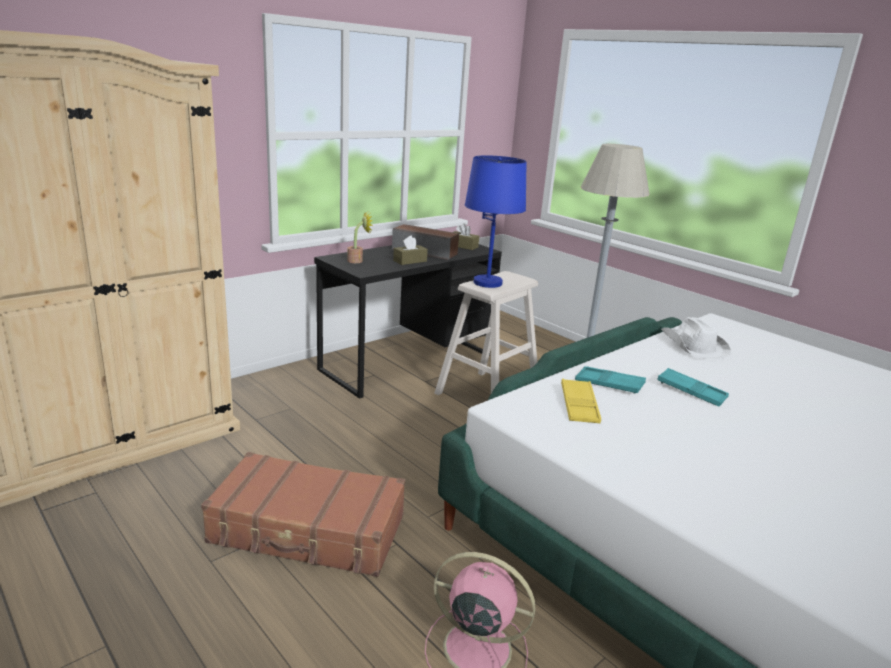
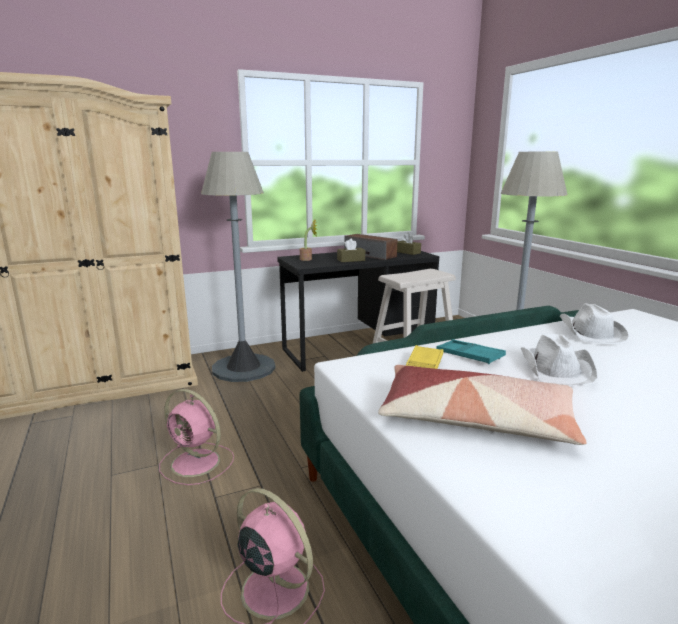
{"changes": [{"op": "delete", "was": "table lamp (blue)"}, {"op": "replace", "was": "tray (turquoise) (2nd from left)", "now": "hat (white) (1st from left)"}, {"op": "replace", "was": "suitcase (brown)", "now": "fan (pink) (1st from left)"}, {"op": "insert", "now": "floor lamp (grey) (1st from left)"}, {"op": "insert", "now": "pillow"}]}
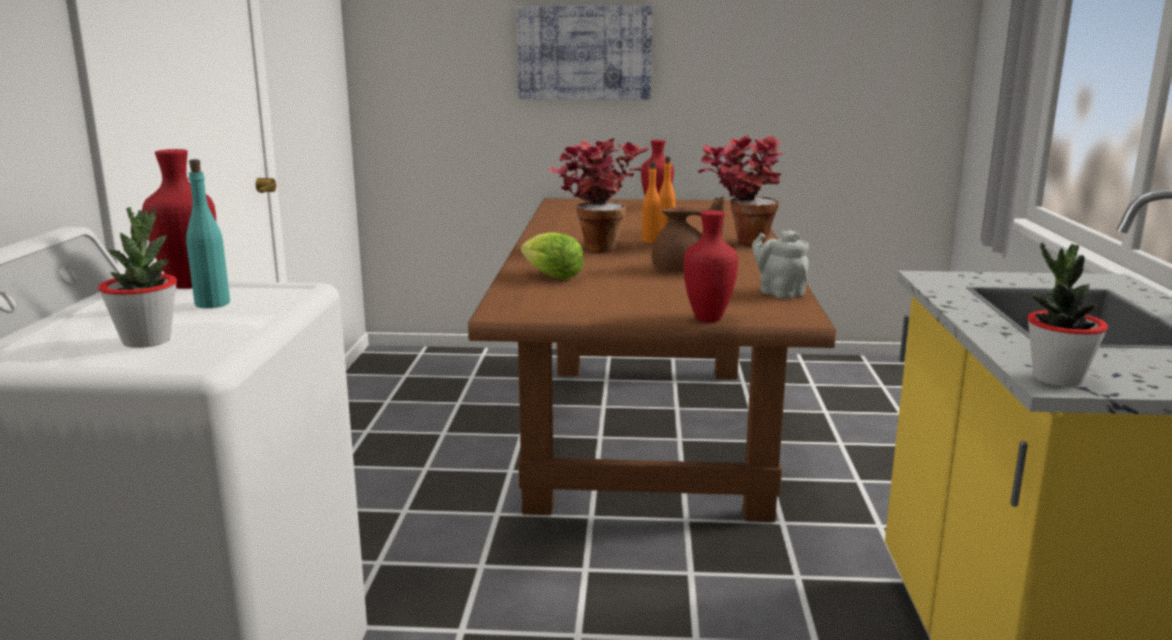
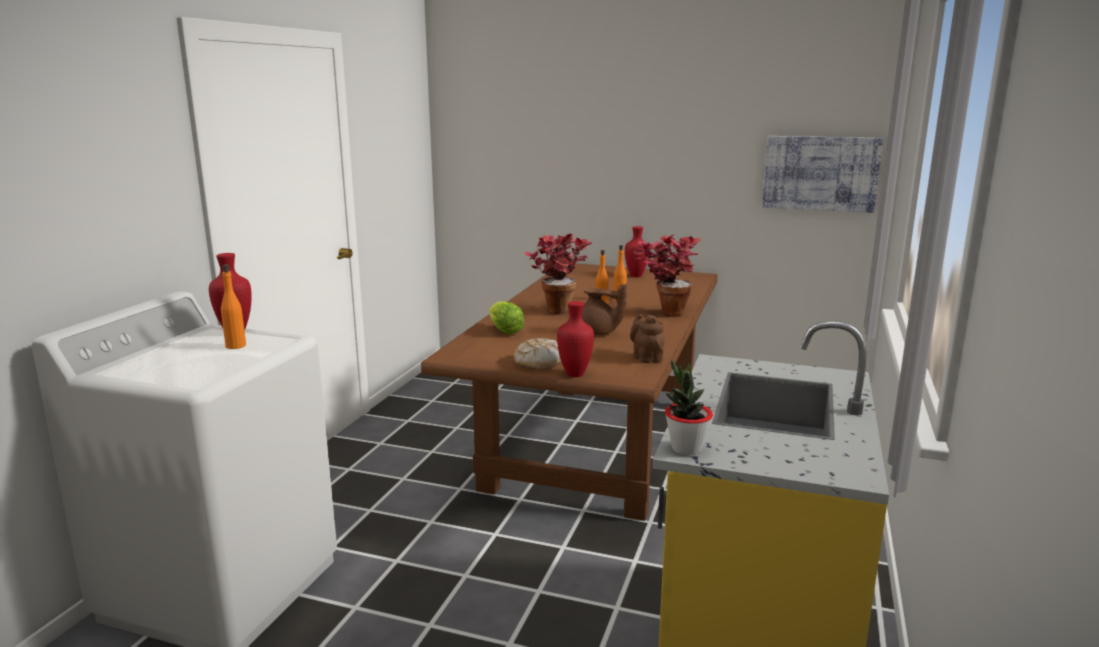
{"changes": [{"op": "move", "was": "picture"}, {"op": "recolor", "was": "bottle (turquoise)", "now": "bottle (orange) (1st from left)"}, {"op": "delete", "was": "potted plant (1st from left)"}, {"op": "recolor", "was": "teapot (grey)", "now": "teapot (brown) (2nd from left)"}, {"op": "insert", "now": "bread"}]}
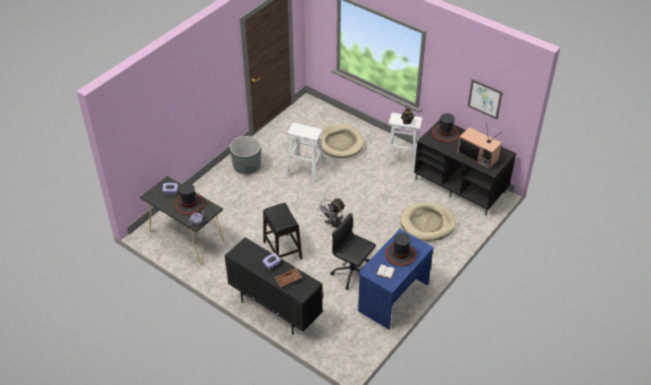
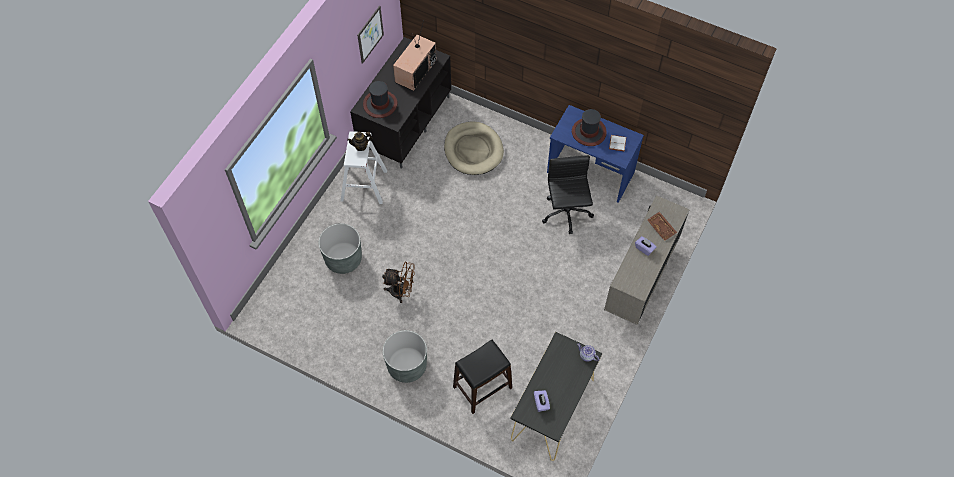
{"changes": [{"op": "replace", "was": "stool (white) (1st from left)", "now": "fan (brown)"}, {"op": "replace", "was": "dog bed (beige) (1st from left)", "now": "planter (grey) (1st from left)"}, {"op": "delete", "was": "hat (1st from left)"}, {"op": "delete", "was": "fan (grey)"}, {"op": "move", "was": "stool (black)"}, {"op": "rotate", "was": "office chair (black)", "clockwise": 150}, {"op": "recolor", "was": "cabinet (black)", "now": "cabinet (beige)"}]}
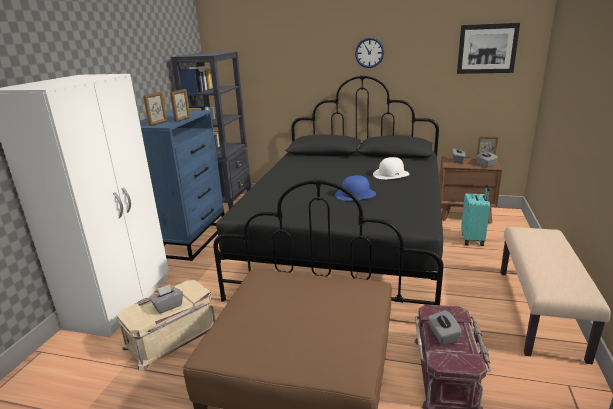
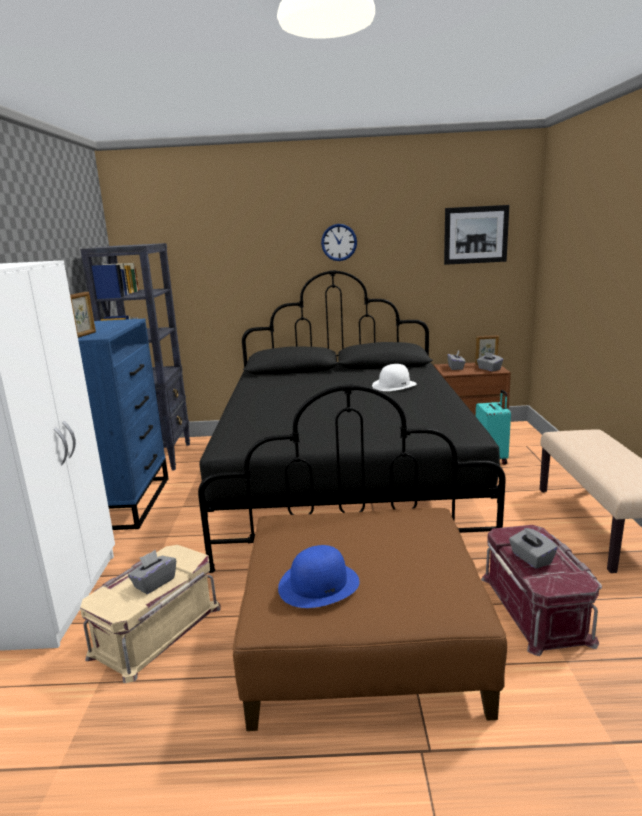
{"changes": [{"op": "delete", "was": "picture frame (2nd from left)"}, {"op": "move", "was": "hat (blue)"}]}
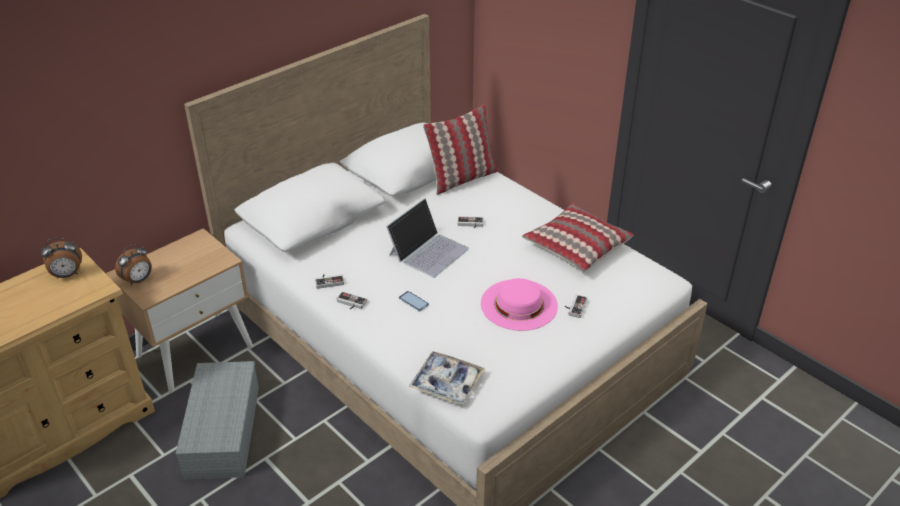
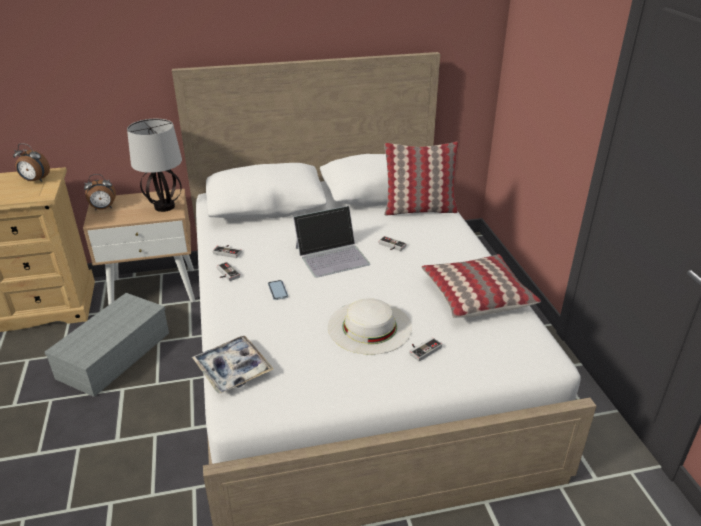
{"changes": [{"op": "recolor", "was": "hat (pink)", "now": "hat (white)"}, {"op": "insert", "now": "table lamp"}]}
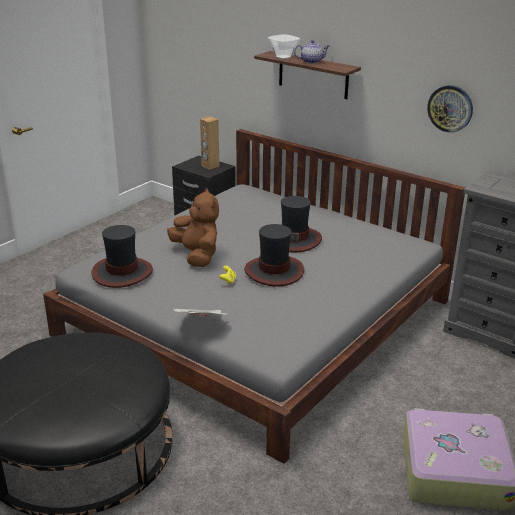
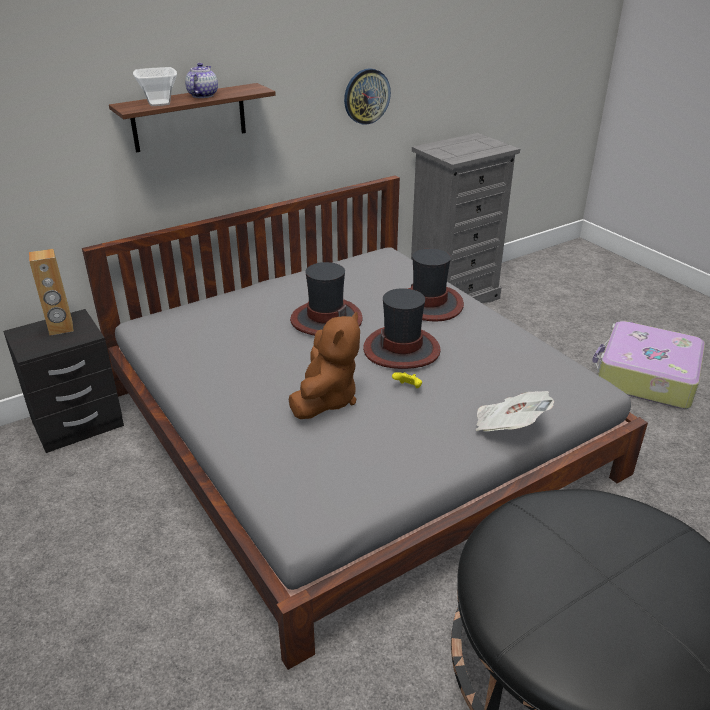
{"changes": [{"op": "rotate", "was": "plush toy (brown)", "clockwise": 120}, {"op": "move", "was": "hat (1st from left in the first image)", "now": "hat (3rd from left)"}]}
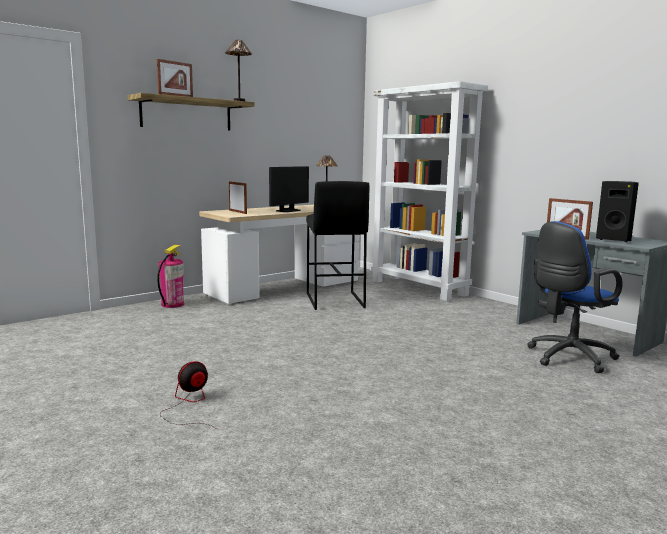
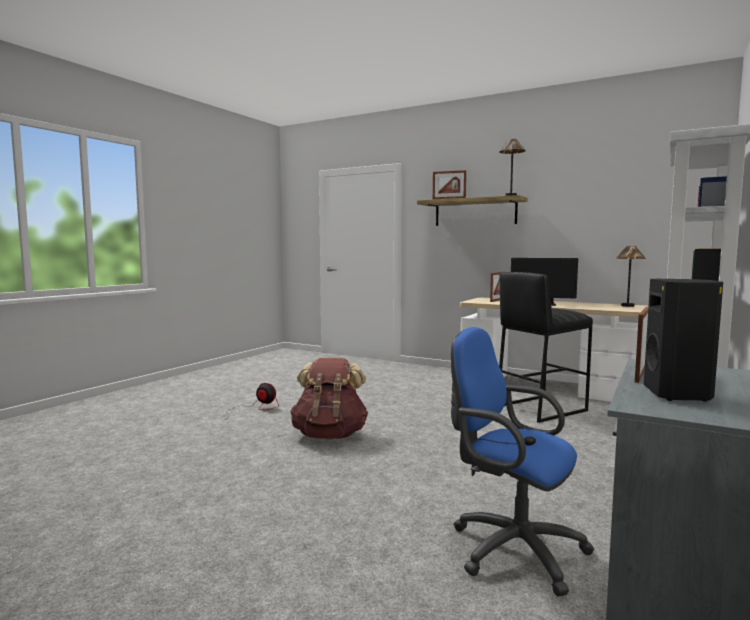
{"changes": [{"op": "delete", "was": "fire extinguisher"}, {"op": "insert", "now": "backpack (brown)"}]}
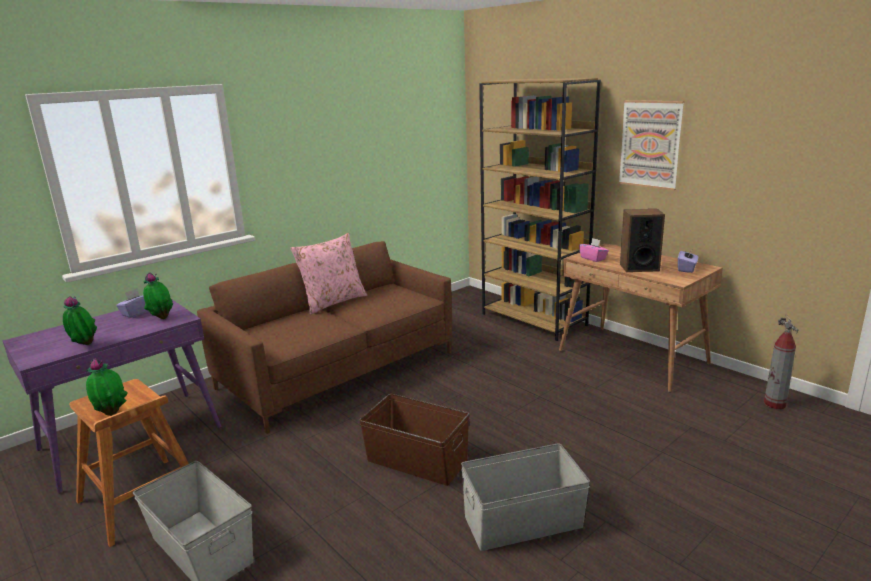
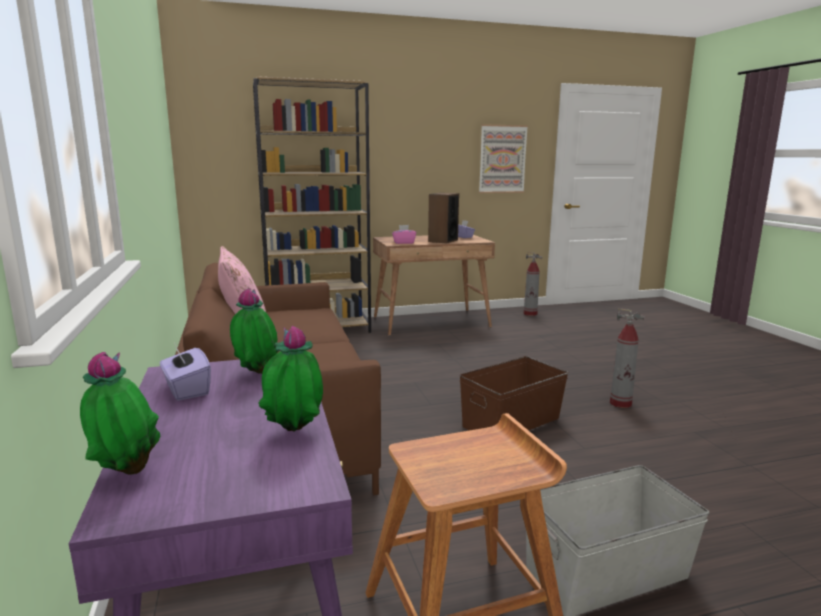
{"changes": [{"op": "move", "was": "picture"}, {"op": "move", "was": "potted plant (2nd from left in the first image)", "now": "potted plant (1st from left)"}, {"op": "replace", "was": "storage box (grey) (2nd from left)", "now": "fire extinguisher (2nd from left)"}]}
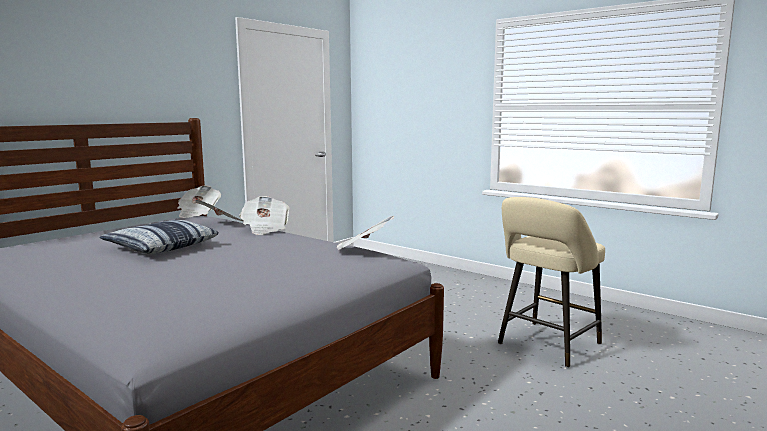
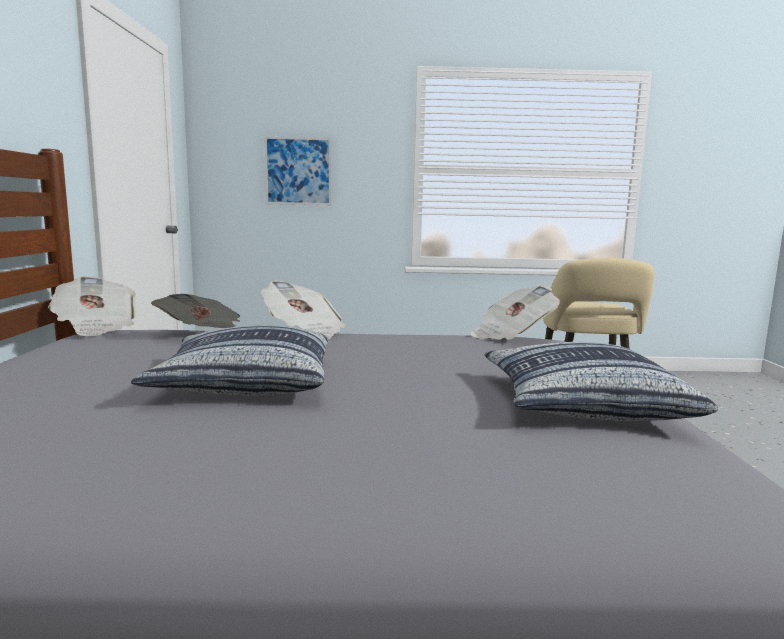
{"changes": [{"op": "insert", "now": "picture"}, {"op": "insert", "now": "pillow (2nd from left)"}]}
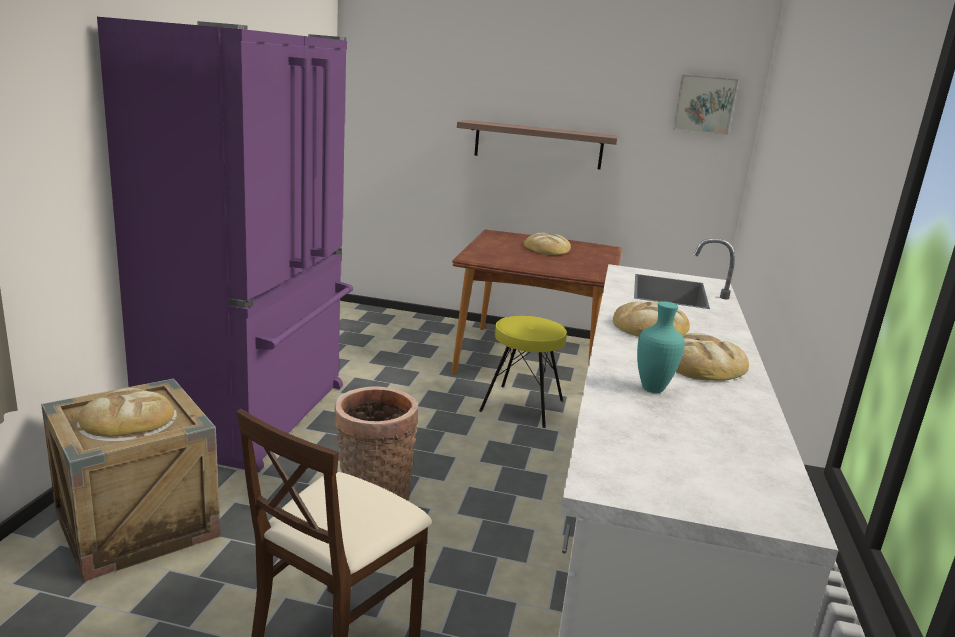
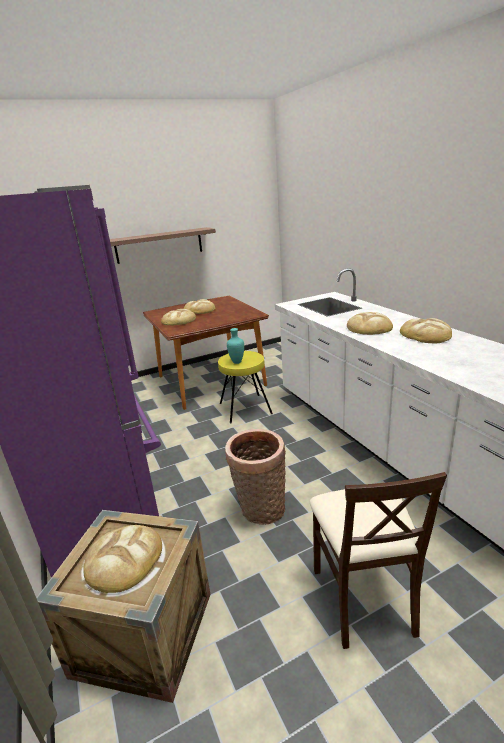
{"changes": [{"op": "delete", "was": "picture"}, {"op": "move", "was": "vase (turquoise)"}, {"op": "insert", "now": "bread (2nd from left)"}]}
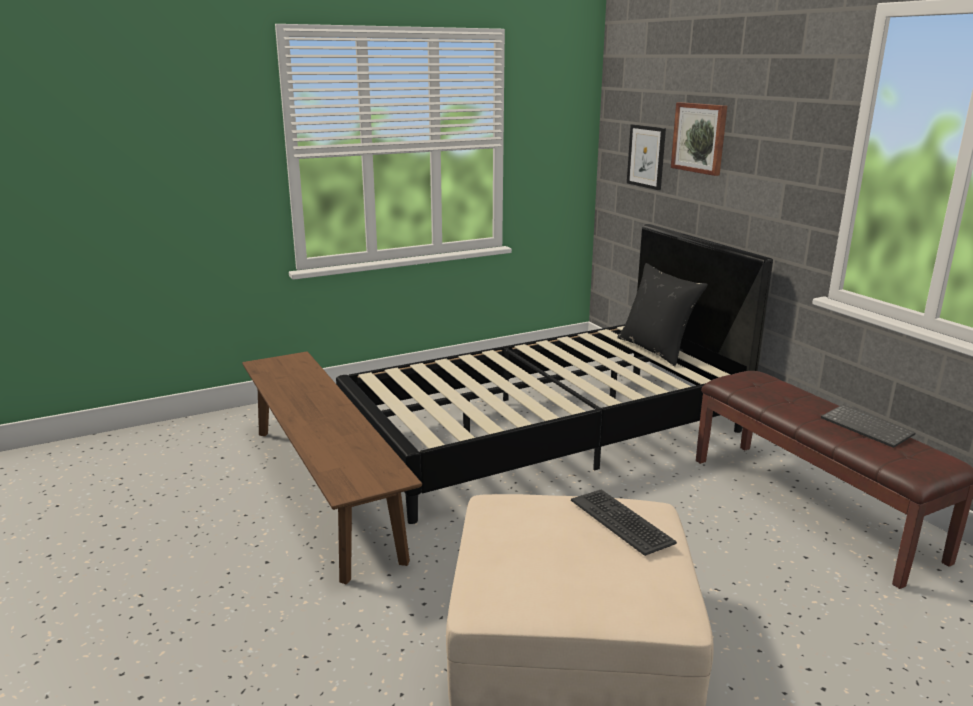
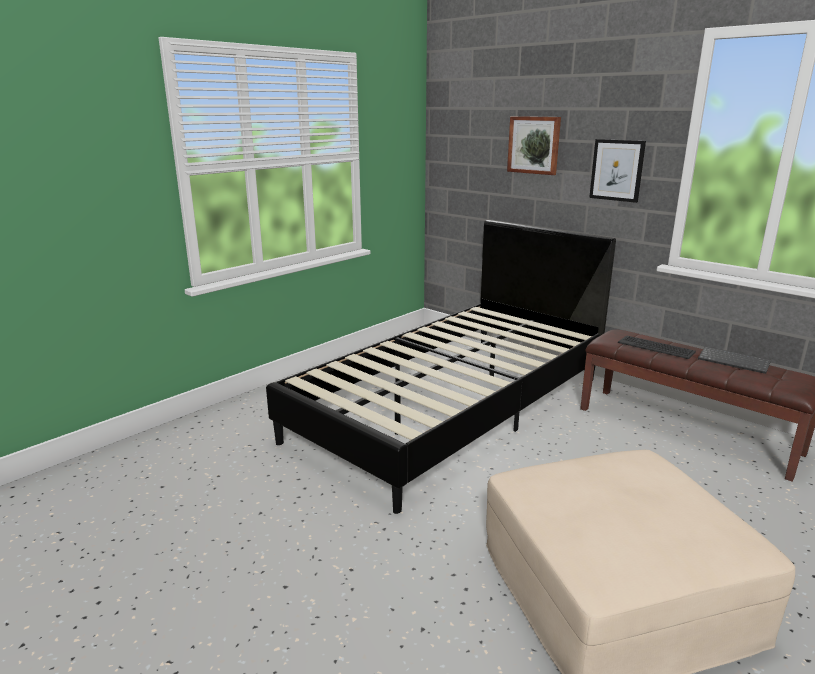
{"changes": [{"op": "move", "was": "picture (1st from left in the first image)", "now": "picture (2nd from left)"}, {"op": "delete", "was": "pillow (black)"}, {"op": "delete", "was": "bench (brown) (1st from left)"}, {"op": "move", "was": "keyboard (1st from left)"}]}
